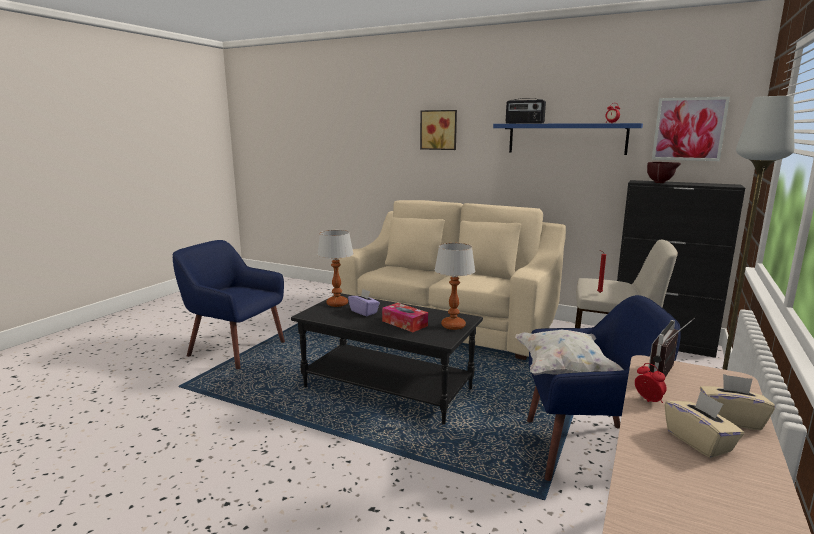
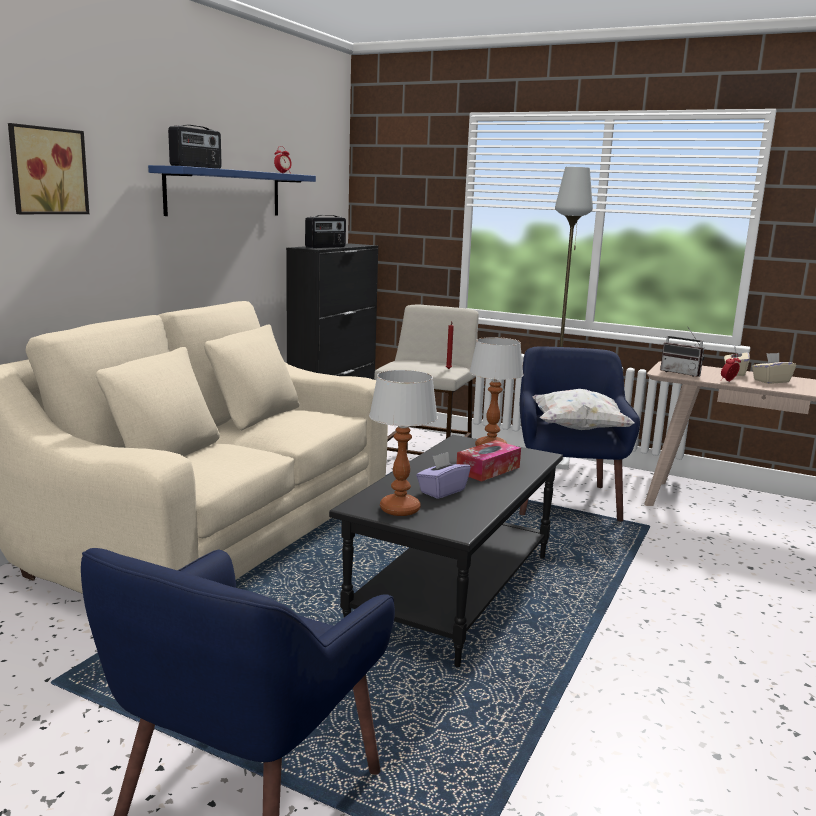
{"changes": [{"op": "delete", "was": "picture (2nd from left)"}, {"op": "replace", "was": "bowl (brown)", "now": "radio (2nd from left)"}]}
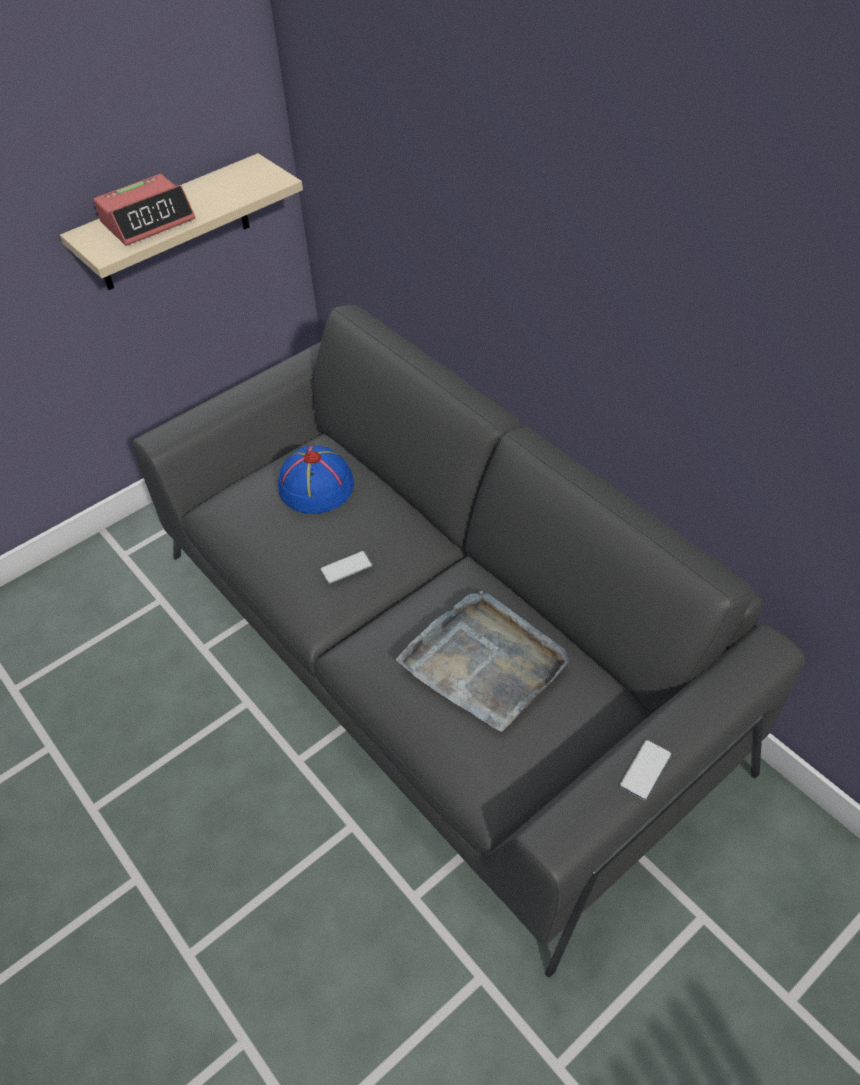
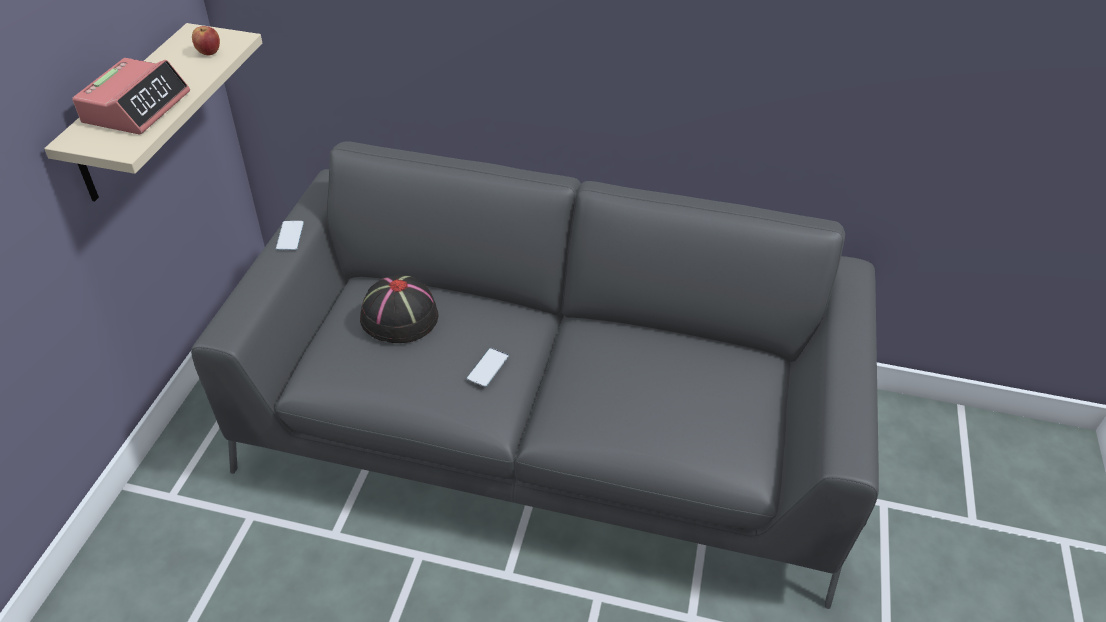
{"changes": [{"op": "recolor", "was": "hat (blue)", "now": "hat (black)"}, {"op": "delete", "was": "tray (grey)"}, {"op": "move", "was": "phone (2nd from left in the first image)", "now": "phone (1st from left)"}, {"op": "insert", "now": "apple"}]}
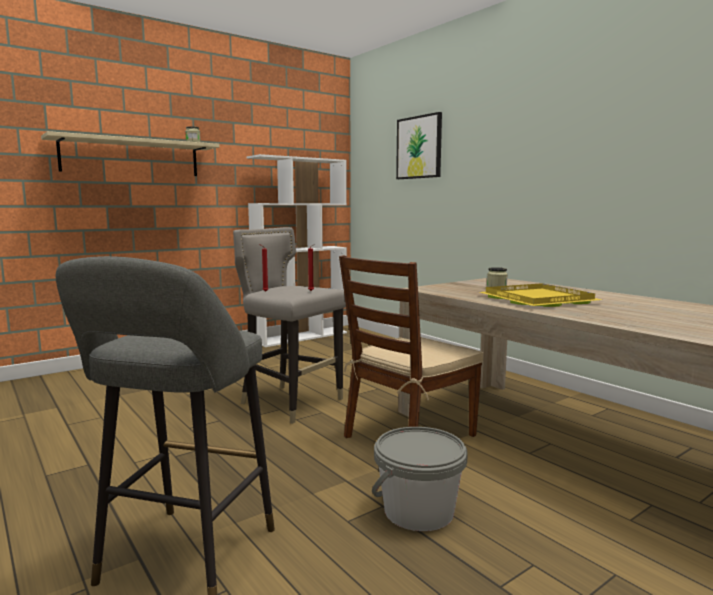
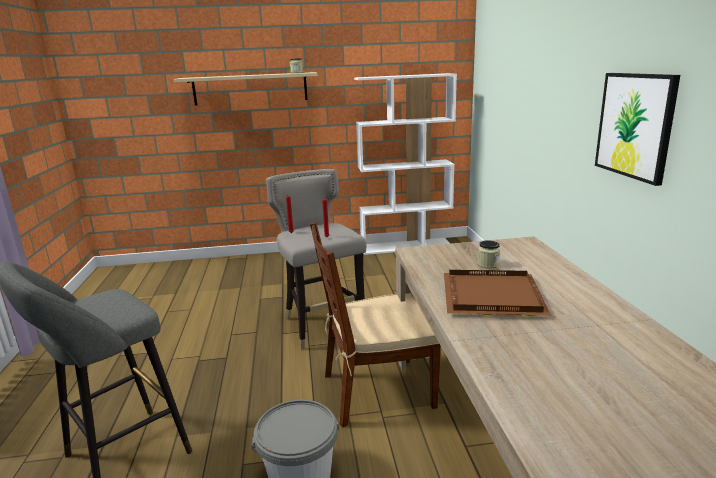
{"changes": [{"op": "move", "was": "picture"}, {"op": "recolor", "was": "tray (yellow)", "now": "tray (brown)"}]}
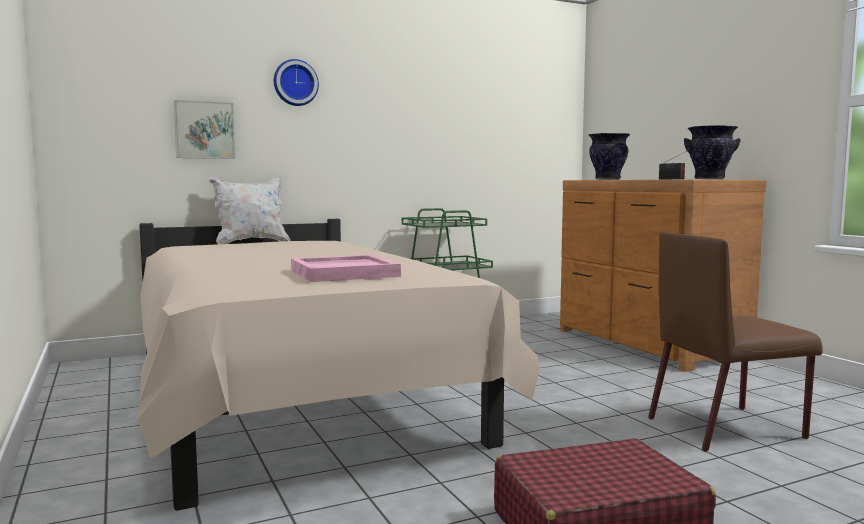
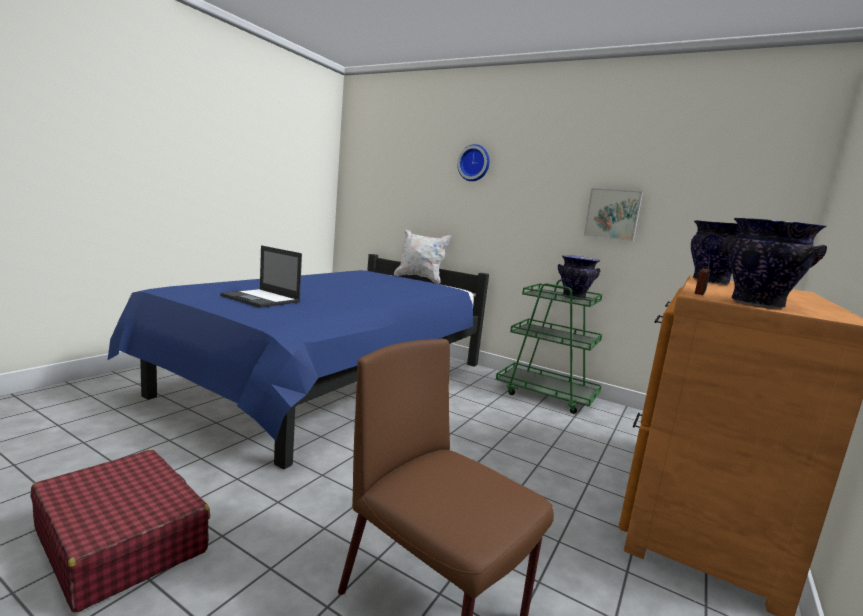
{"changes": [{"op": "move", "was": "picture"}, {"op": "recolor", "was": "bed (beige)", "now": "bed (blue)"}, {"op": "replace", "was": "tray (pink)", "now": "laptop"}, {"op": "insert", "now": "vase (1st from left)"}]}
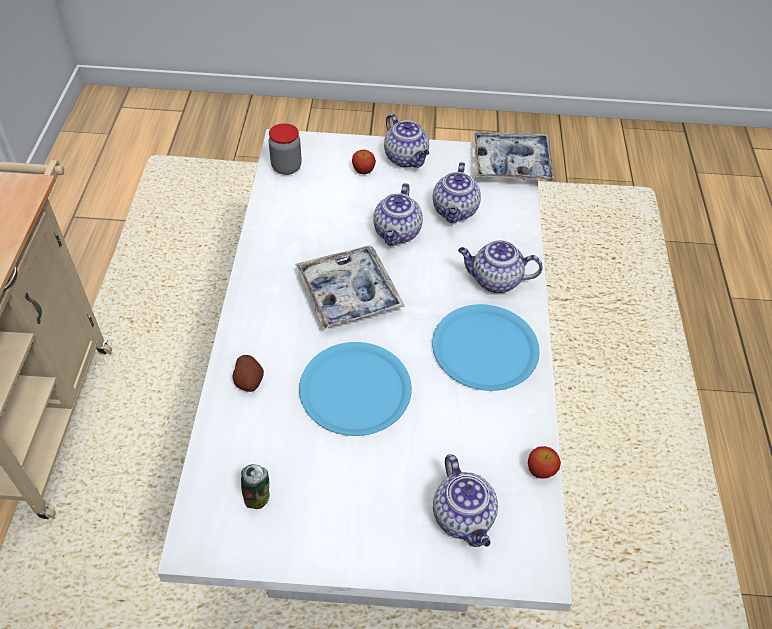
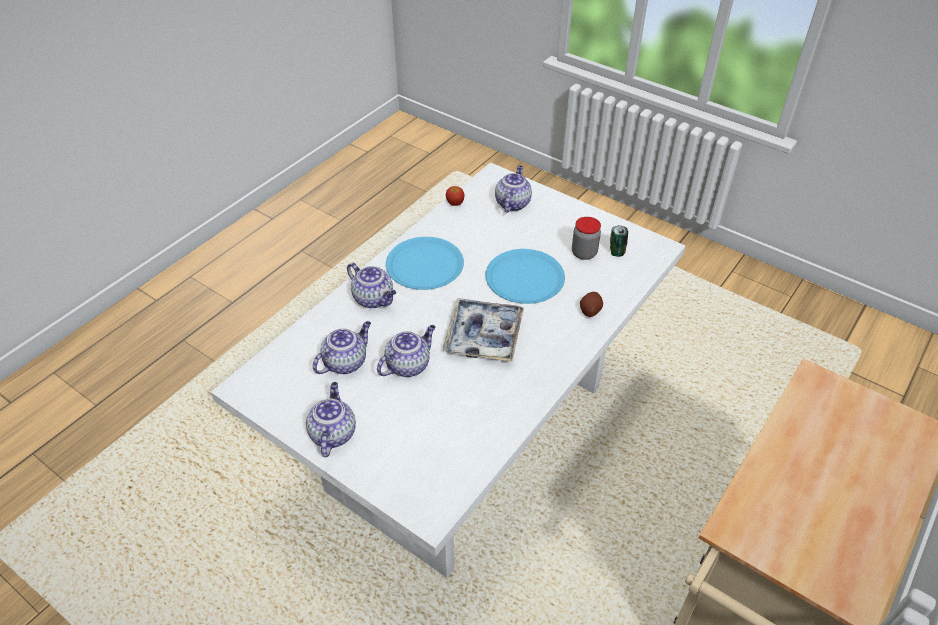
{"changes": [{"op": "move", "was": "jar"}, {"op": "delete", "was": "tray (2nd from left)"}, {"op": "delete", "was": "apple (1st from left)"}]}
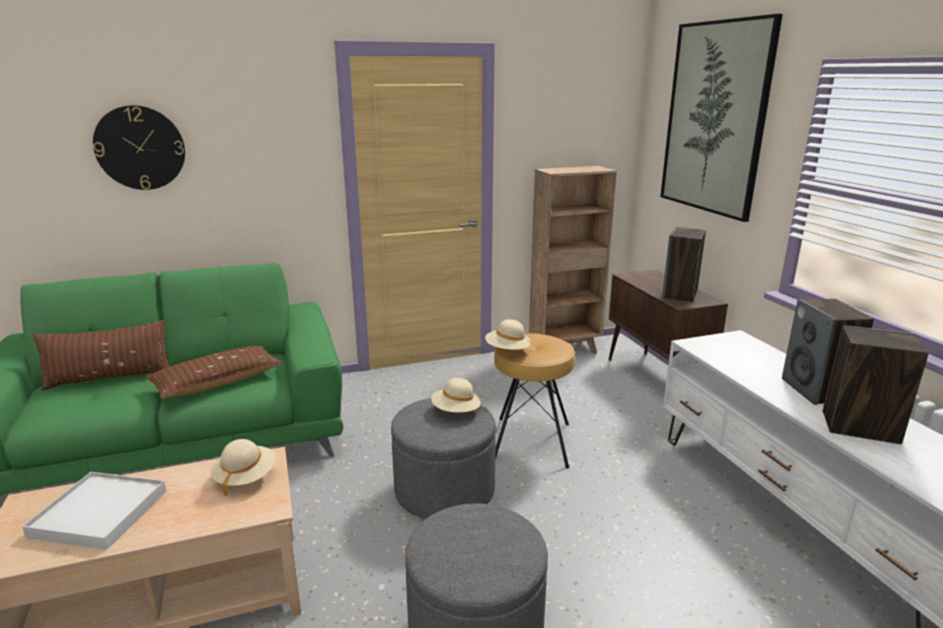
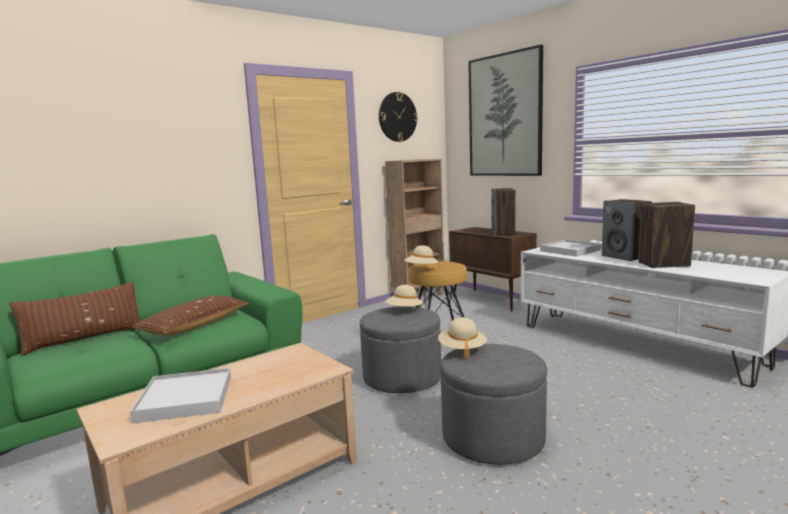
{"changes": [{"op": "move", "was": "wall clock"}, {"op": "move", "was": "hat (beige) (1st from left in the first image)", "now": "hat (beige) (3rd from left)"}, {"op": "insert", "now": "tray (white) (2nd from left)"}]}
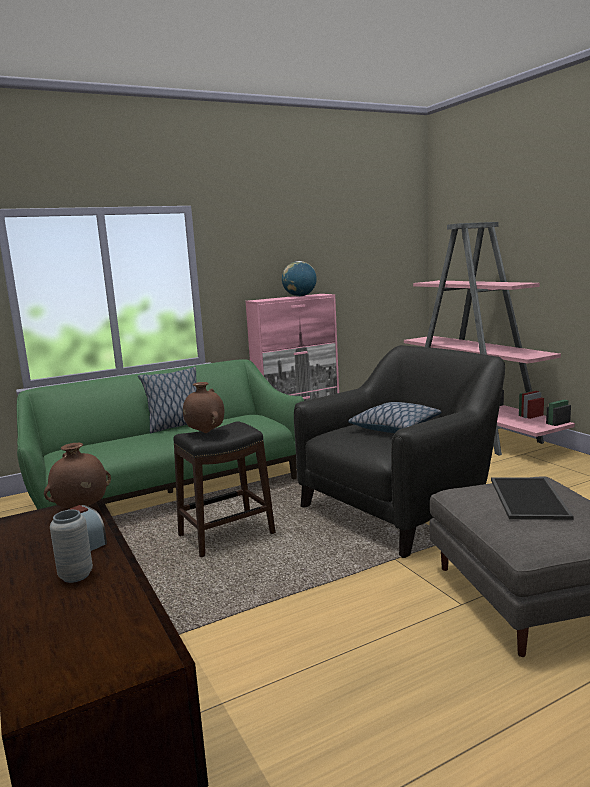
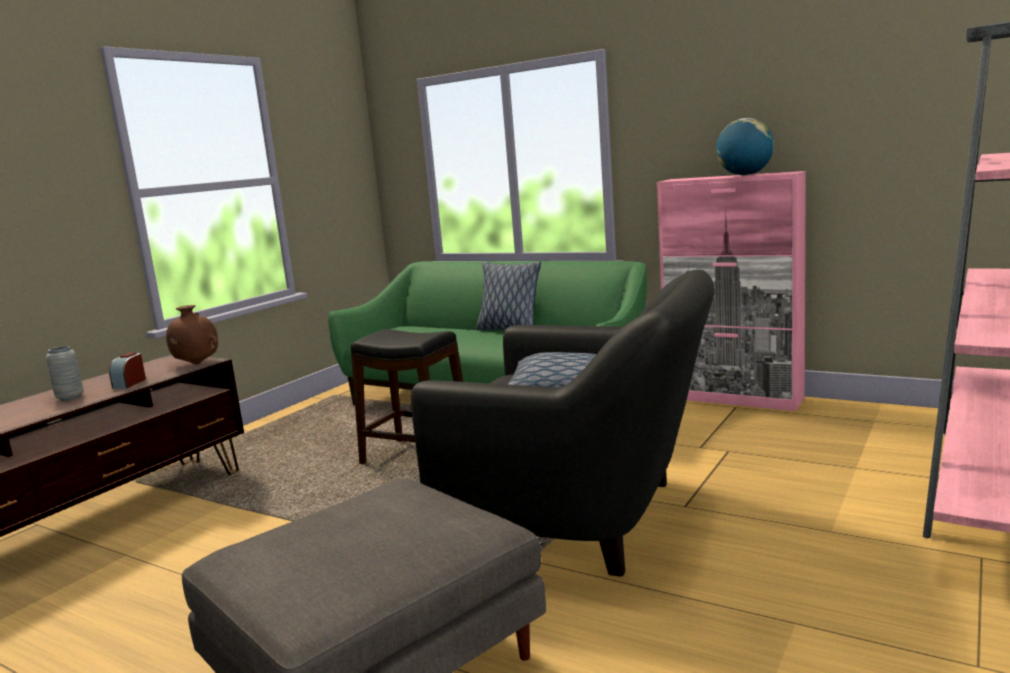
{"changes": [{"op": "delete", "was": "vase (brown) (2nd from left)"}, {"op": "delete", "was": "tray"}]}
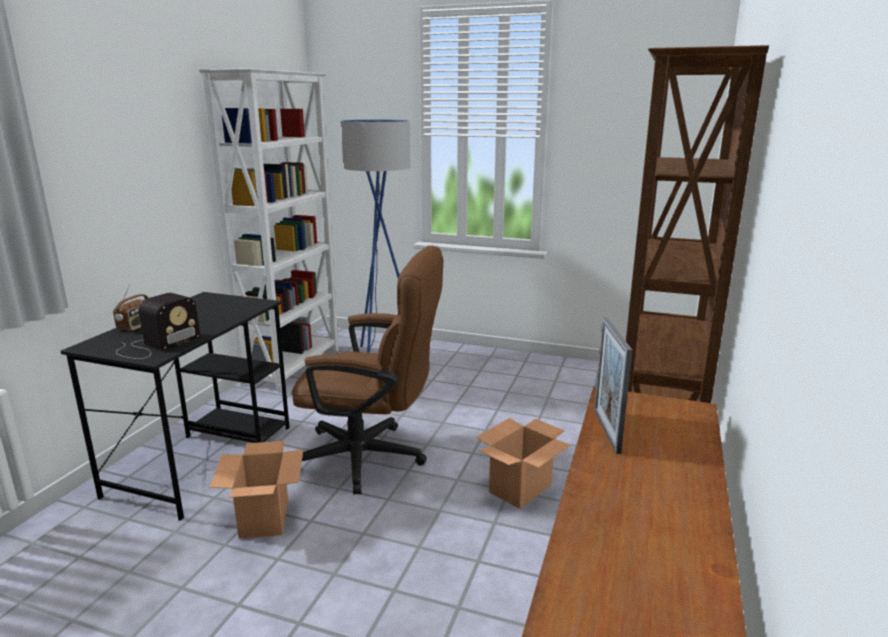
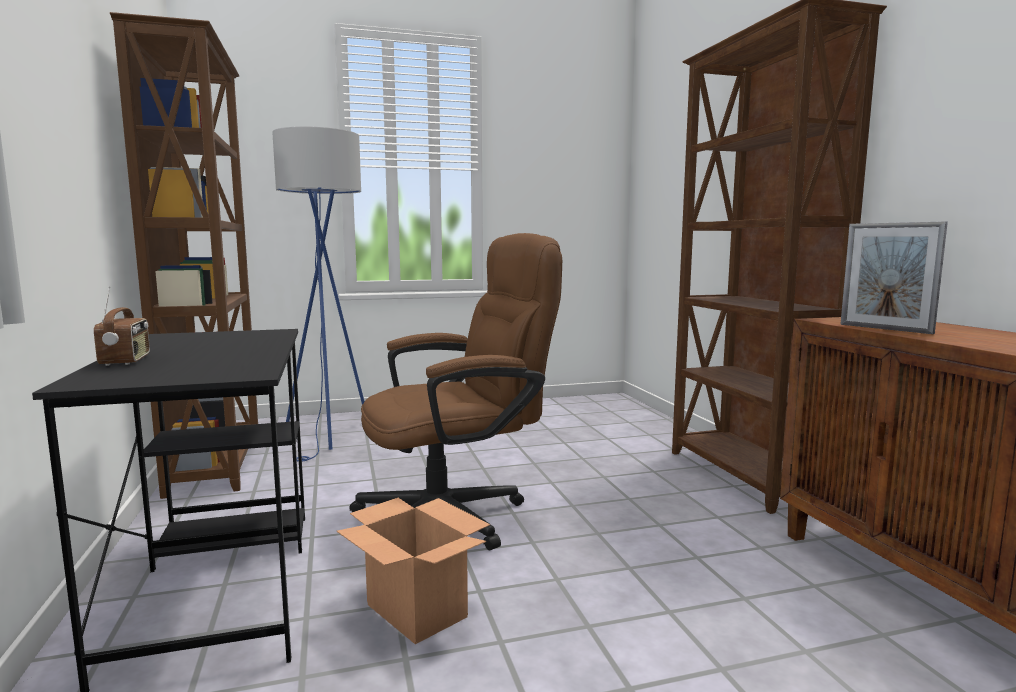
{"changes": [{"op": "recolor", "was": "bookcase (white)", "now": "bookcase (brown) (1st from left)"}, {"op": "delete", "was": "radio (2nd from left)"}, {"op": "delete", "was": "cardboard box (2nd from left)"}]}
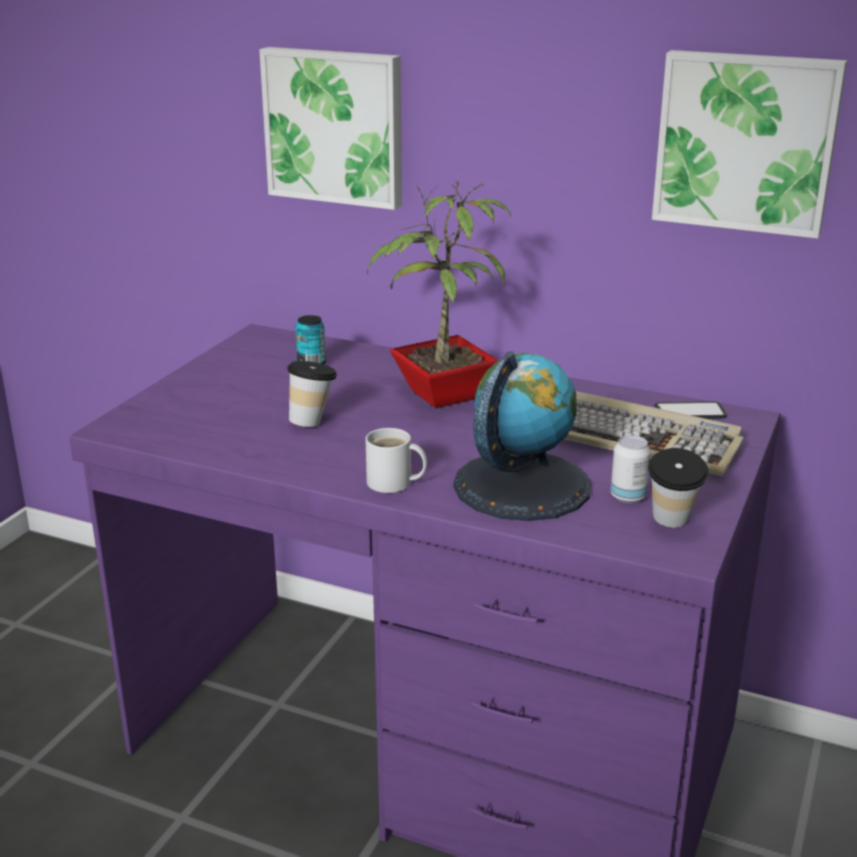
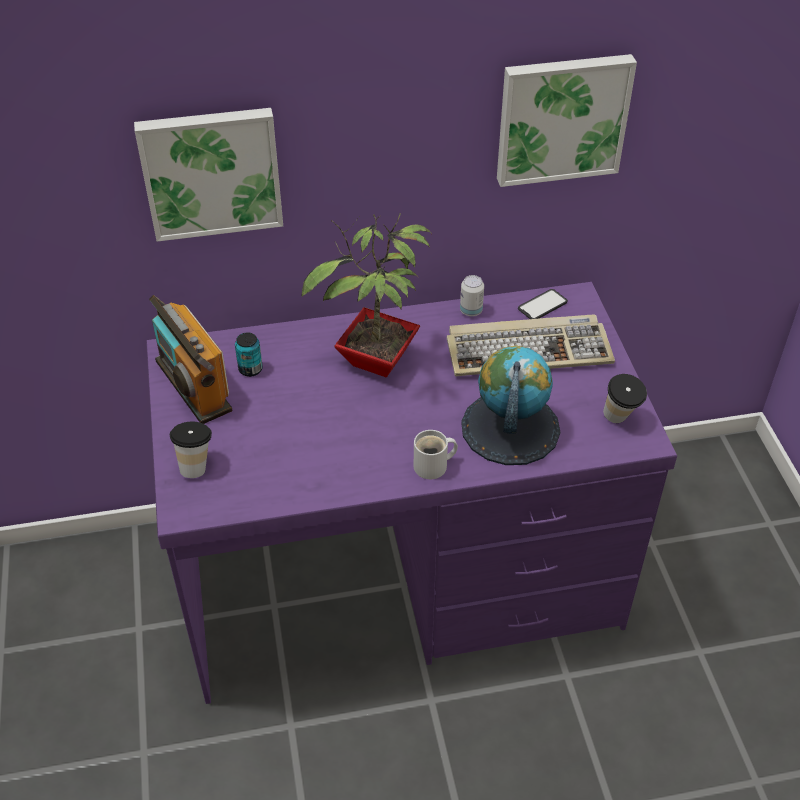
{"changes": [{"op": "move", "was": "cup (1st from left)"}, {"op": "move", "was": "can (2nd from left)"}, {"op": "insert", "now": "radio"}]}
